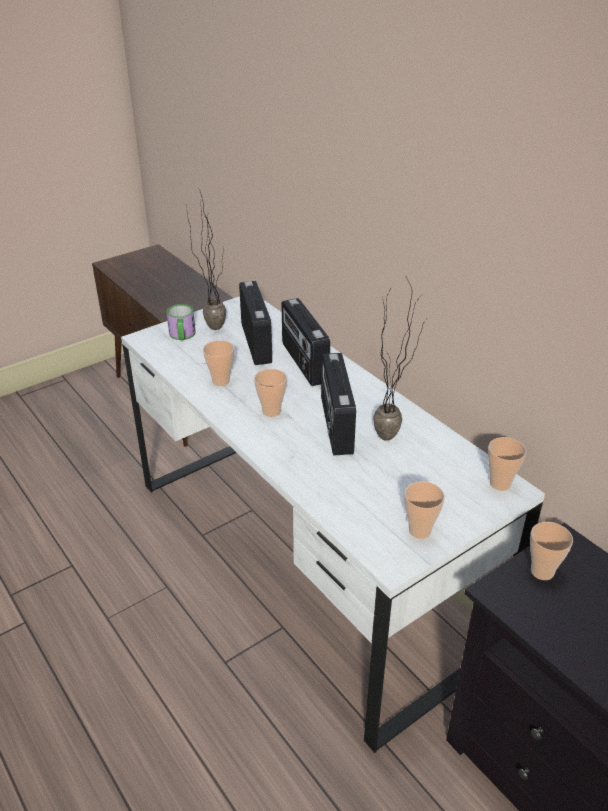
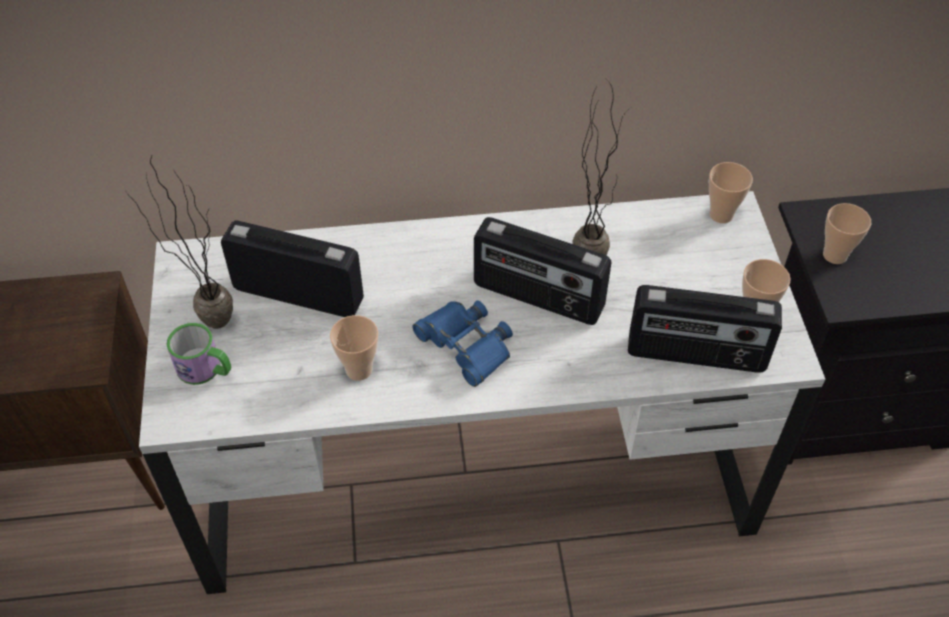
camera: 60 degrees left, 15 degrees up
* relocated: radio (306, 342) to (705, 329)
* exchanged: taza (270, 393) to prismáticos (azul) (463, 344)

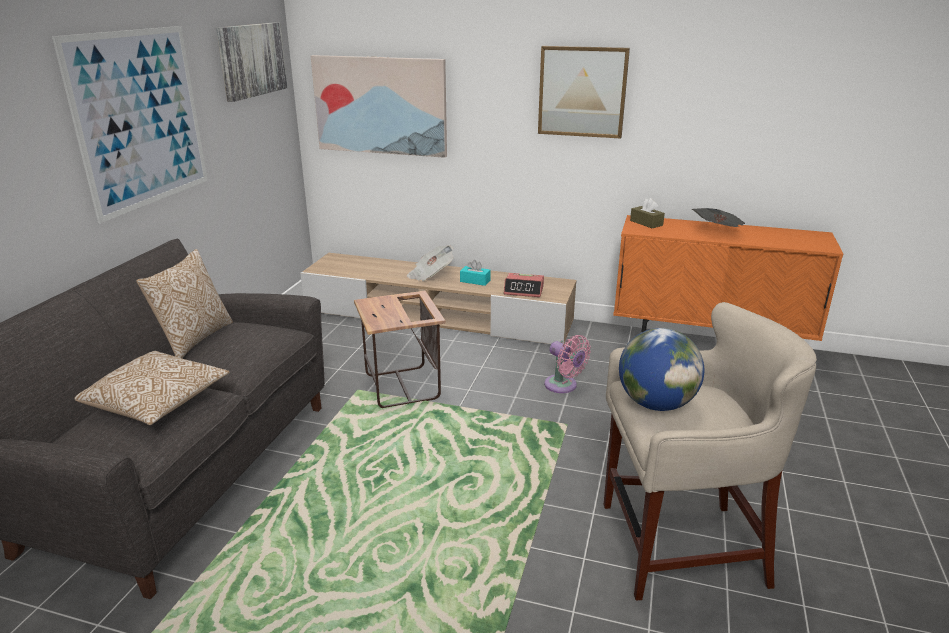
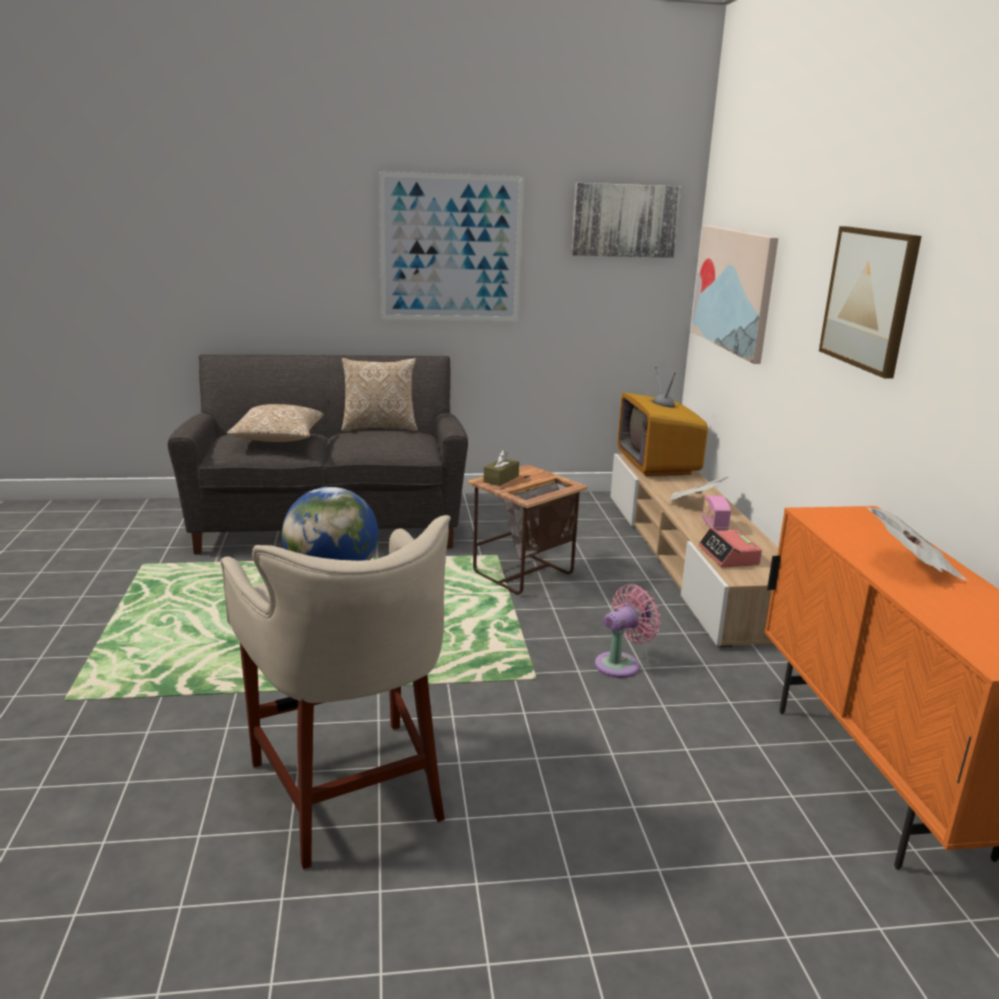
camera: 65 degrees right, 5 degrees down
* relocated: caja de pañuelos (marrón) (647, 213) to (501, 467)
* exchanged: caja de pañuelos (turquesa) (475, 273) to radio (716, 513)
* spun: ventilador (rosa) (567, 364) = (628, 631) 150 degrees counterclockwise
* appeared: televisor (663, 421)

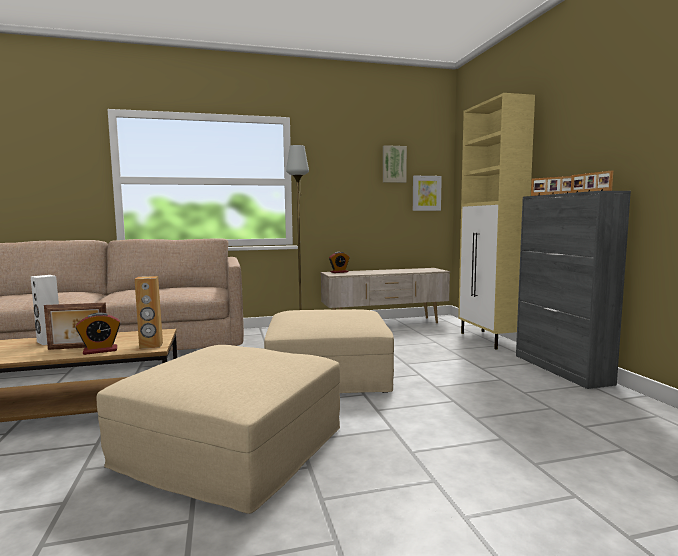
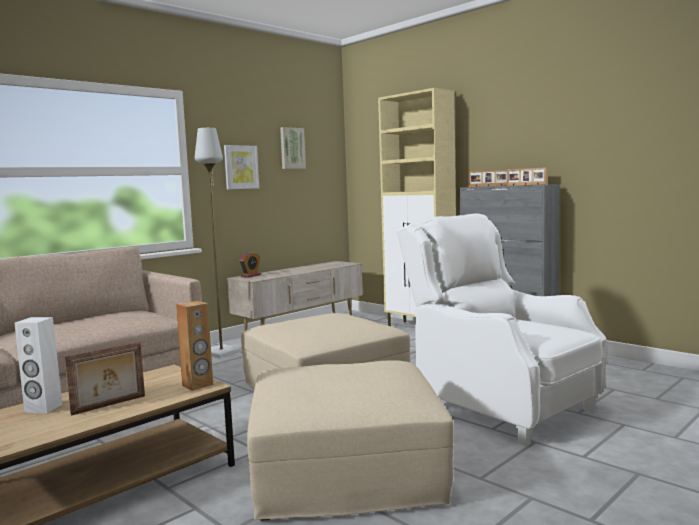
camera: 30 degrees left, 0 degrees up
* relocated: cuadro (427, 193) to (241, 167)
* missing: despertador (98, 334)
* appeared: sillón (blanco) (501, 329)

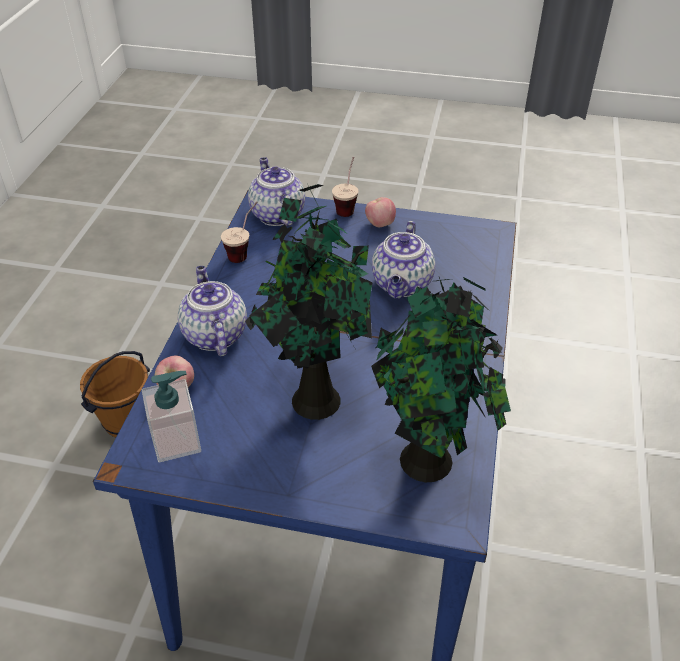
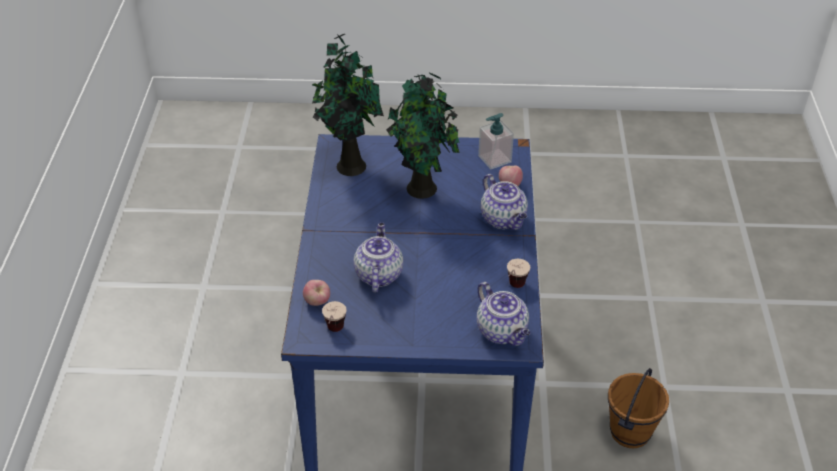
camera: 170 degrees right, 0 degrees up
* relocated: taza (345, 187) to (334, 316)
* relocated: manzana (380, 212) to (316, 293)

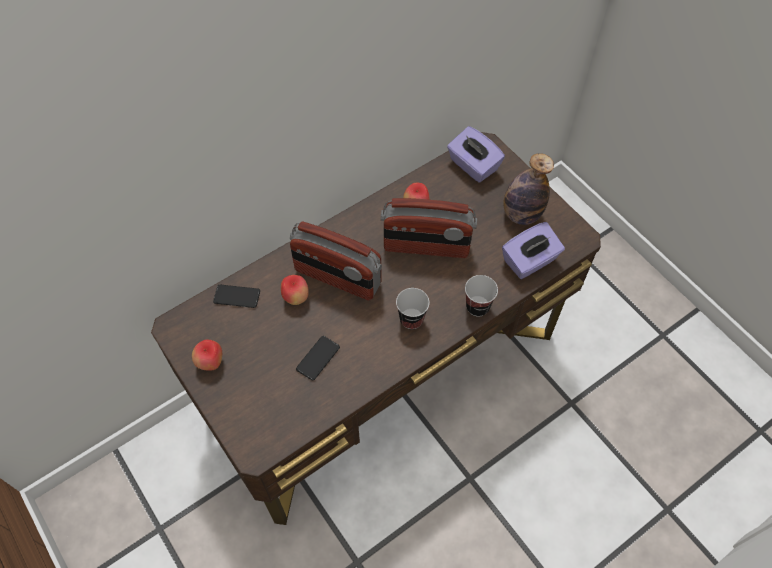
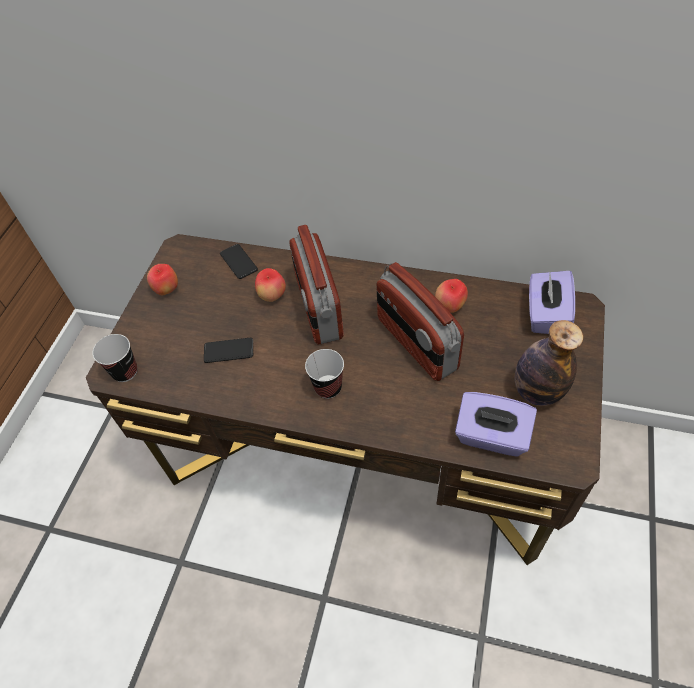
camera: 55 degrees right, 5 degrees down
* relocated: taza (481, 295) to (115, 358)

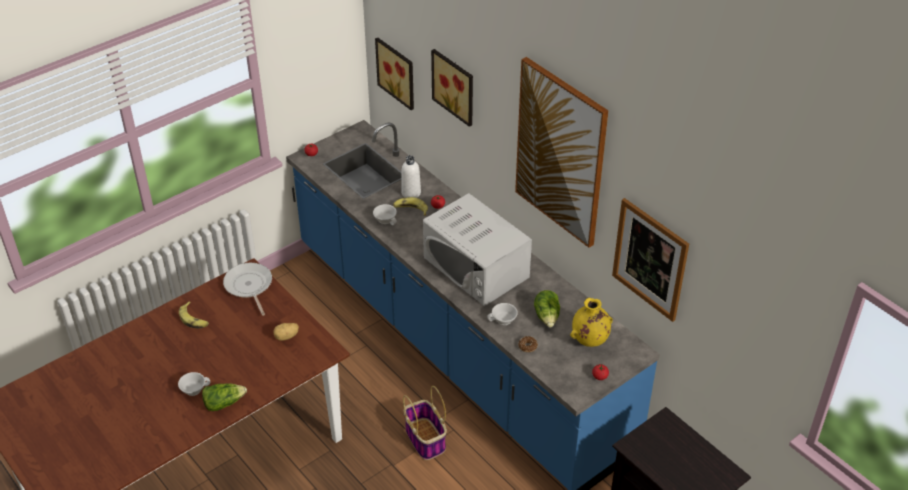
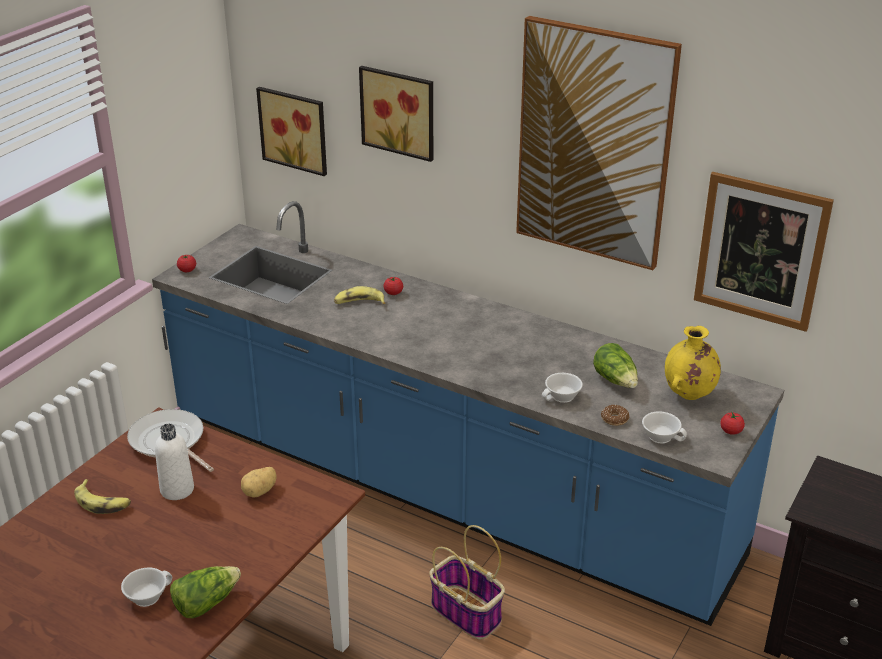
camera: 20 degrees left, 10 degrees down
* relocated: botella (blanco) (411, 176) to (174, 461)
* missing: microondas (blanco) (477, 249)
* relocated: taza (blanco) (385, 214) to (664, 427)

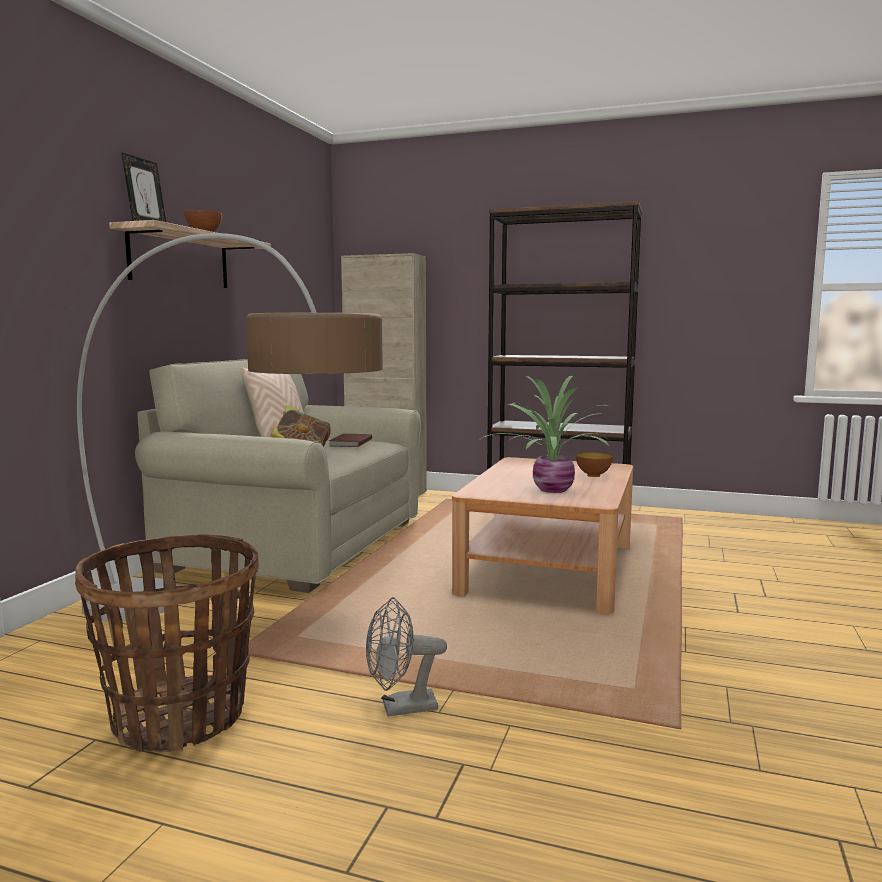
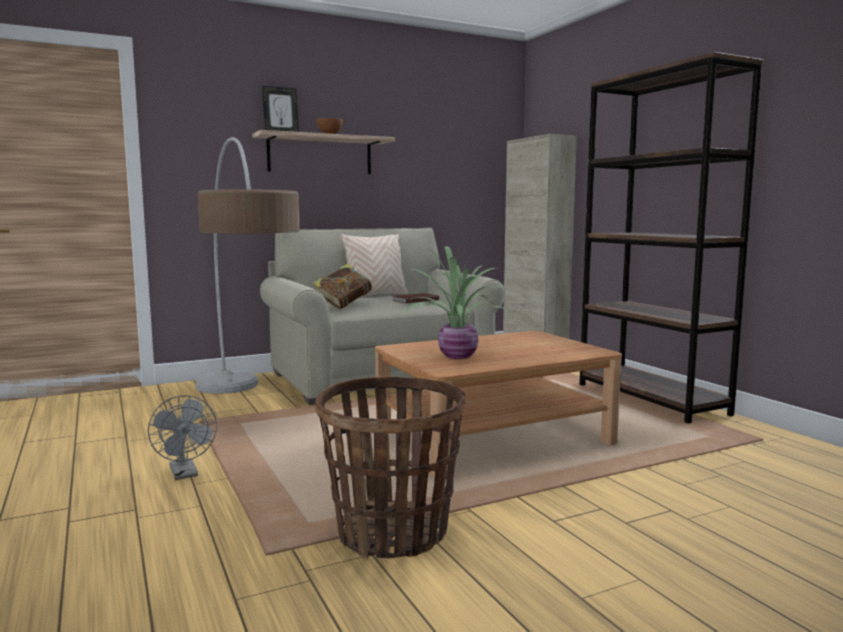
camera: 45 degrees right, 0 degrees up
* missing: cuenco (594, 464)
* relocated: cesta (167, 644) to (390, 467)
* spun: ventilador (gris) (406, 656) = (182, 437) 150 degrees counterclockwise

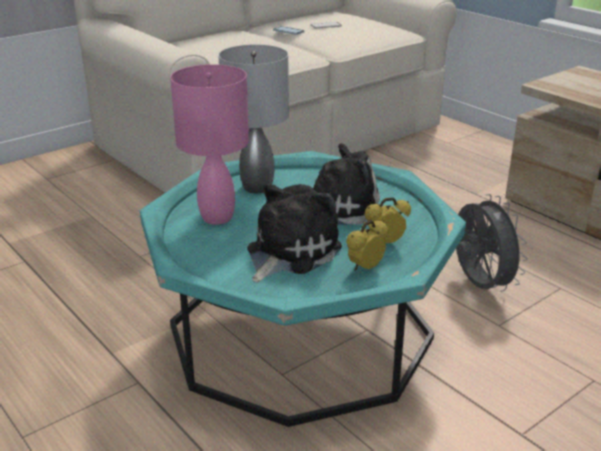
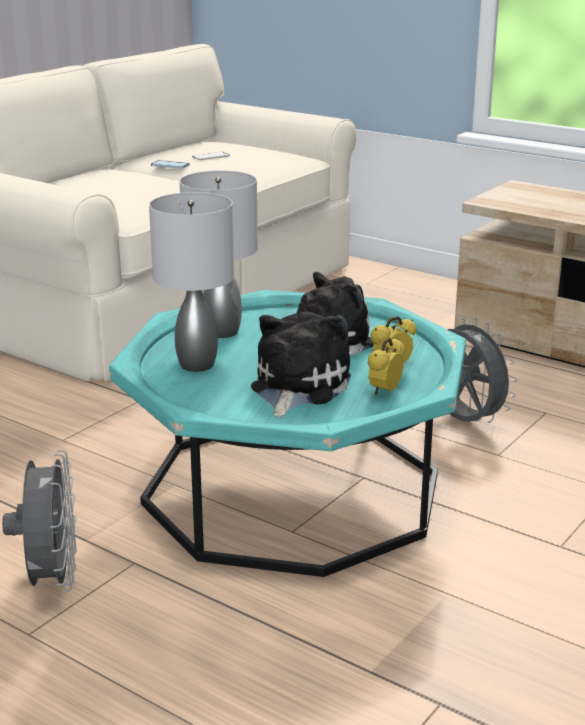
camera: 15 degrees left, 5 degrees down
* colour: lámpara de mesa (rosa) (209, 144) to lámpara de mesa (gris) (191, 282)
* appeared: ventilador (gris) (39, 521)

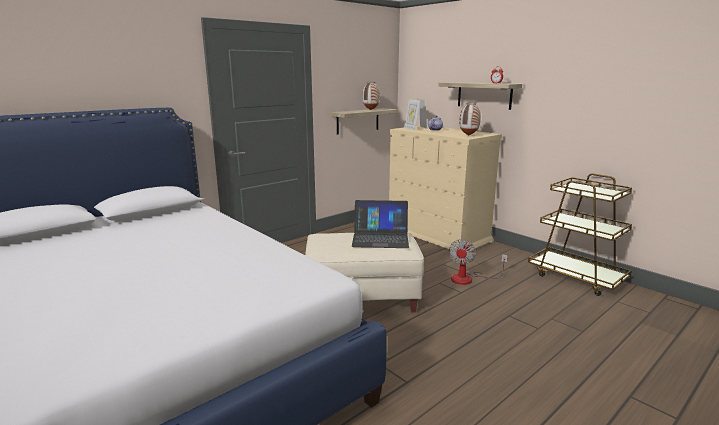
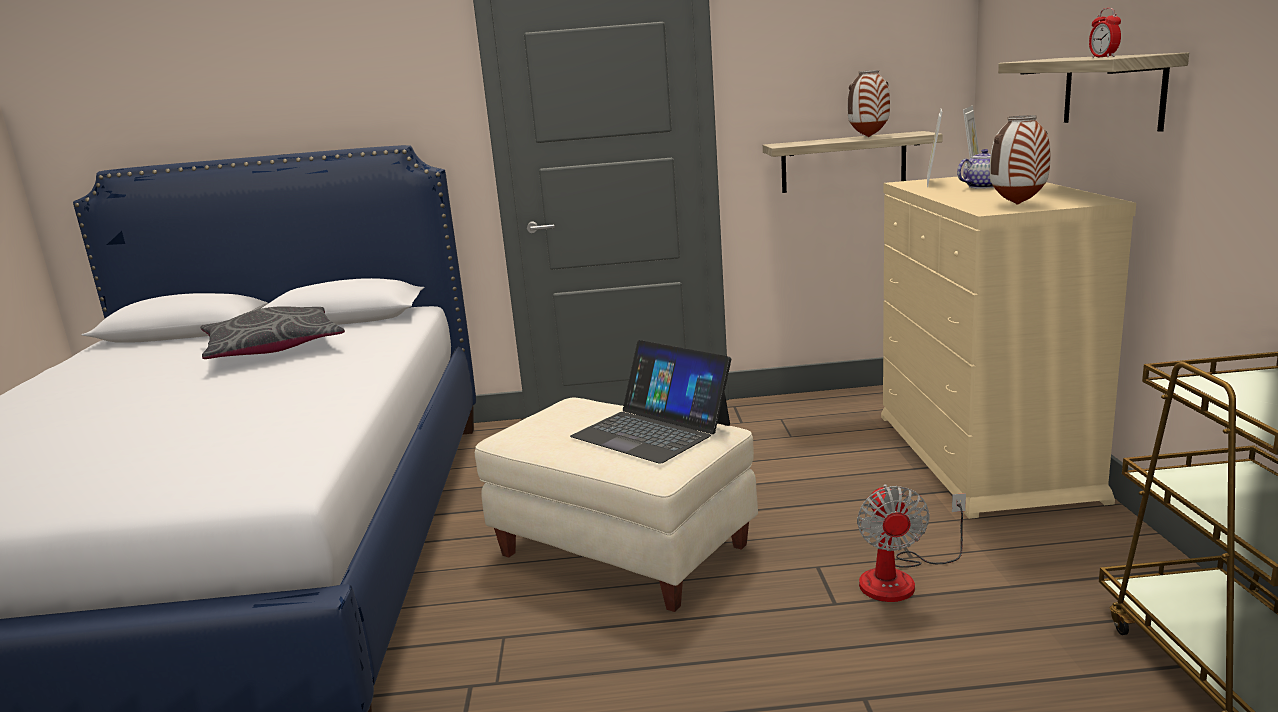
camera: 40 degrees right, 0 degrees up
* spun: ventilador (478, 262) = (911, 543) 60 degrees counterclockwise
* appeared: cojín (gris) (272, 332)

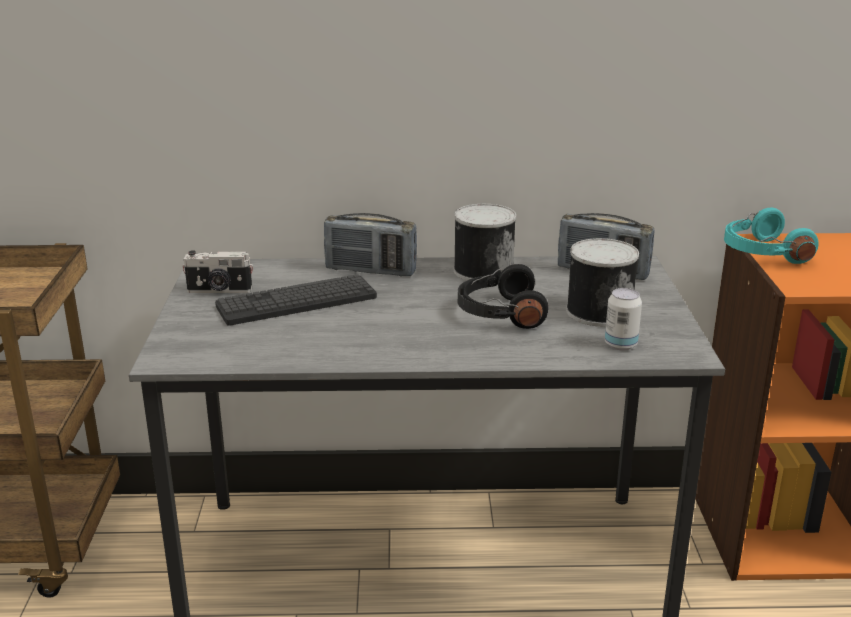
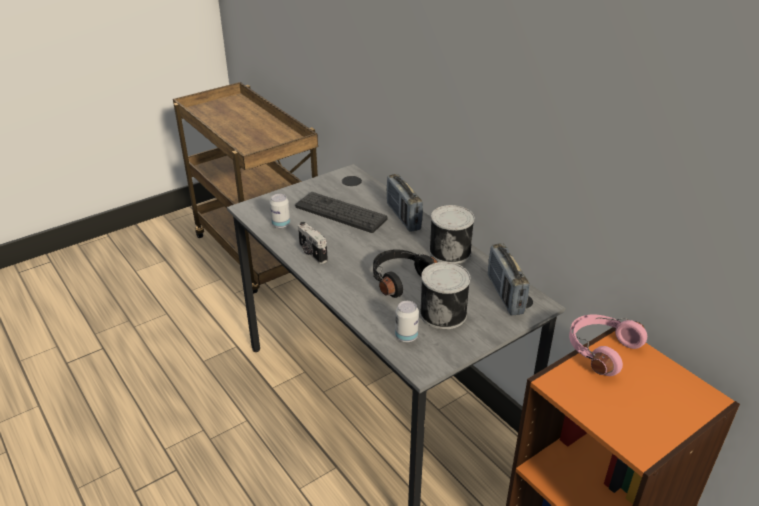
camera: 55 degrees right, 10 degrees up
* colour: auriculares (turquesa) (771, 236) to auriculares (rosa) (608, 345)
* relocated: cámara (217, 271) to (313, 243)
* appeared: lata (280, 211)

